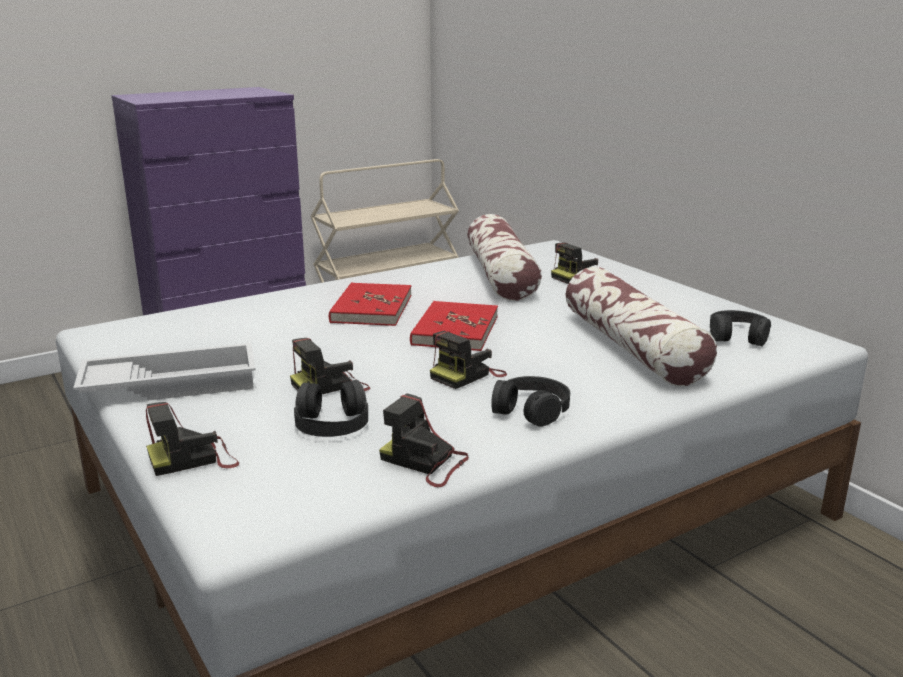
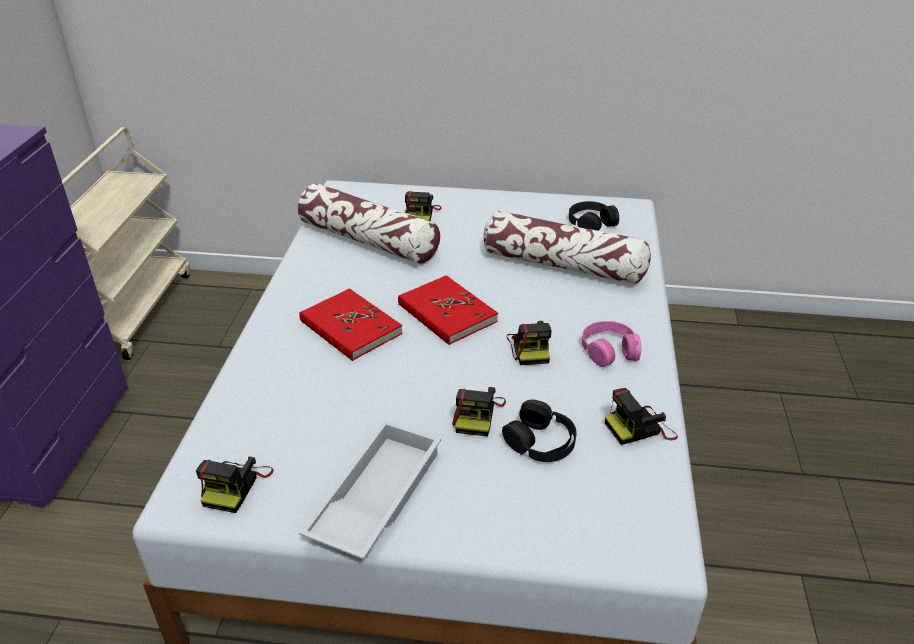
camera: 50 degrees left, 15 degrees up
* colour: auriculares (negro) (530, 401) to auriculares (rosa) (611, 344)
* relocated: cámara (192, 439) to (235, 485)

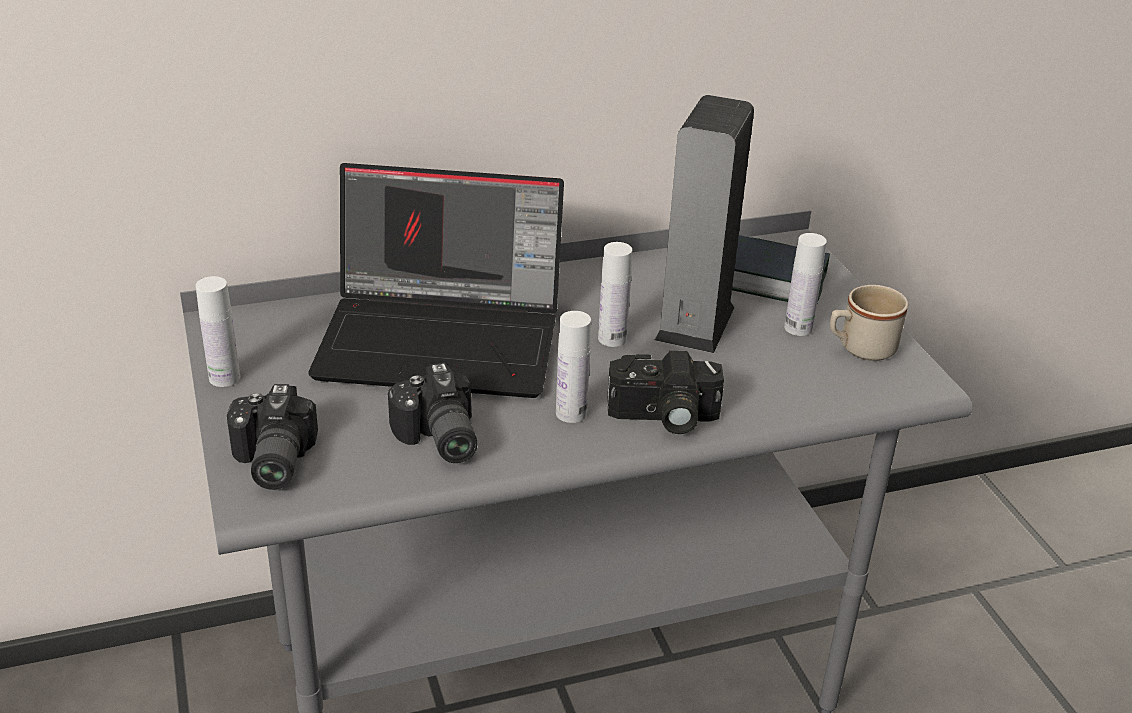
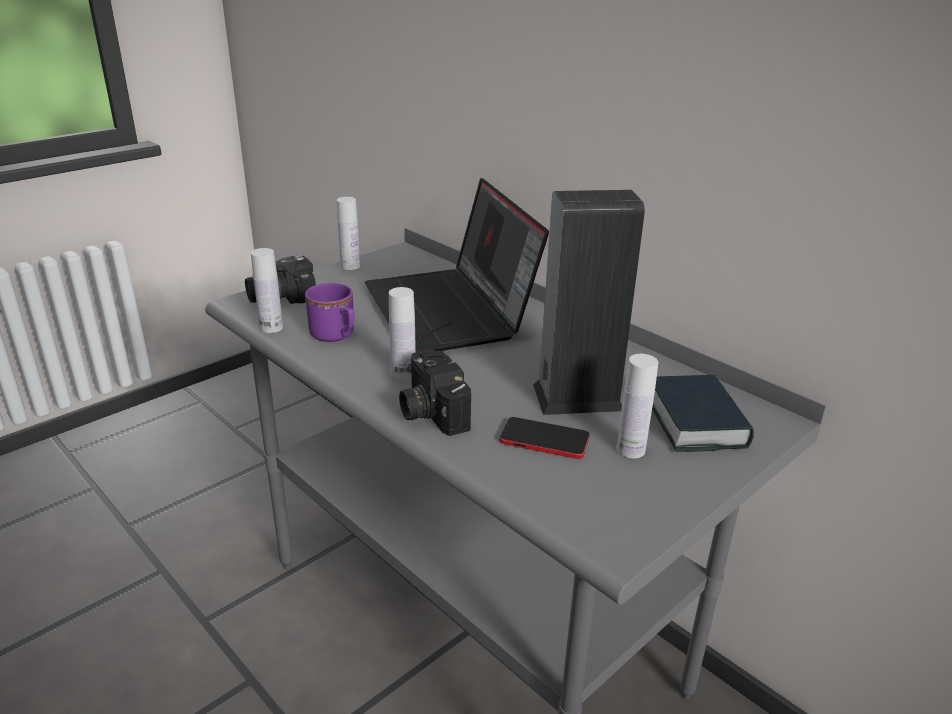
camera: 65 degrees right, 5 degrees down
* relocated: botella (blanco) (615, 294) to (267, 290)
* missing: taza grande (beis) (869, 323)
* exchanged: cámara (432, 413) to taza grande (morado) (329, 312)
* appeared: móvil (544, 438)

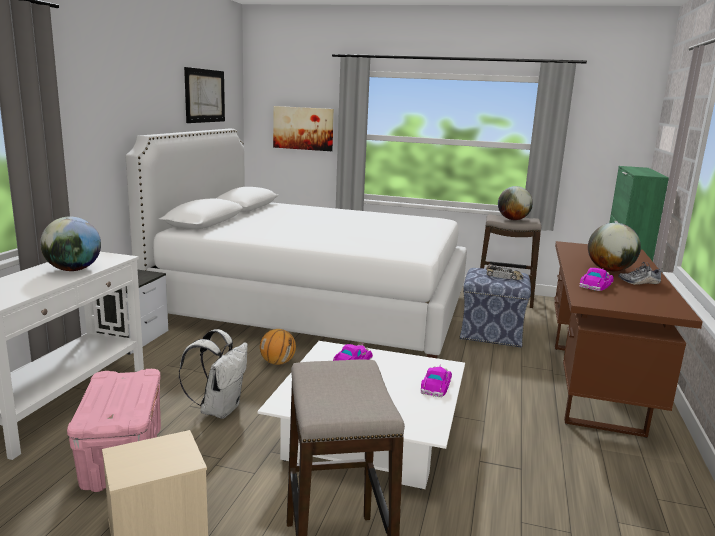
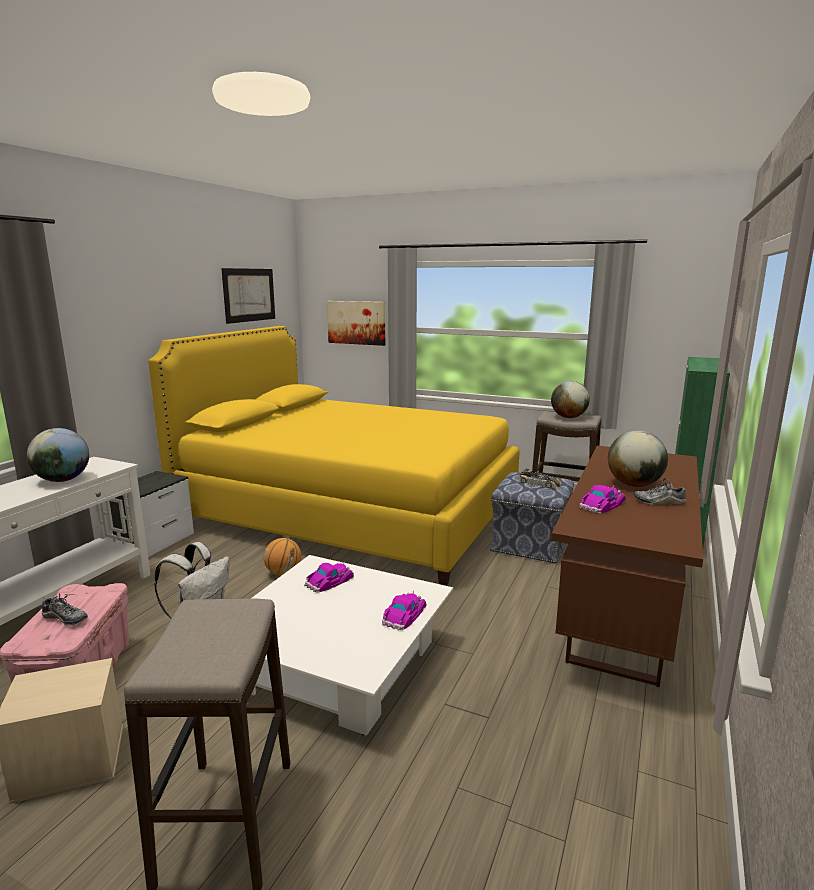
camera: 10 degrees right, 0 degrees up
* colour: cama (blanco) (296, 243) to cama (amarillo) (334, 456)
* appeared: zapato (65, 609)

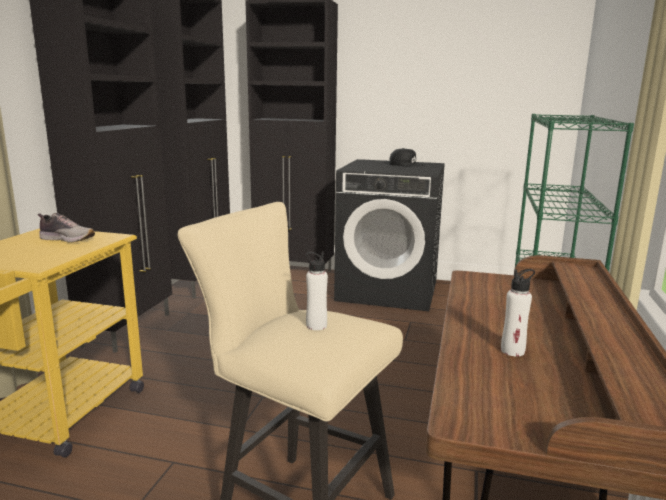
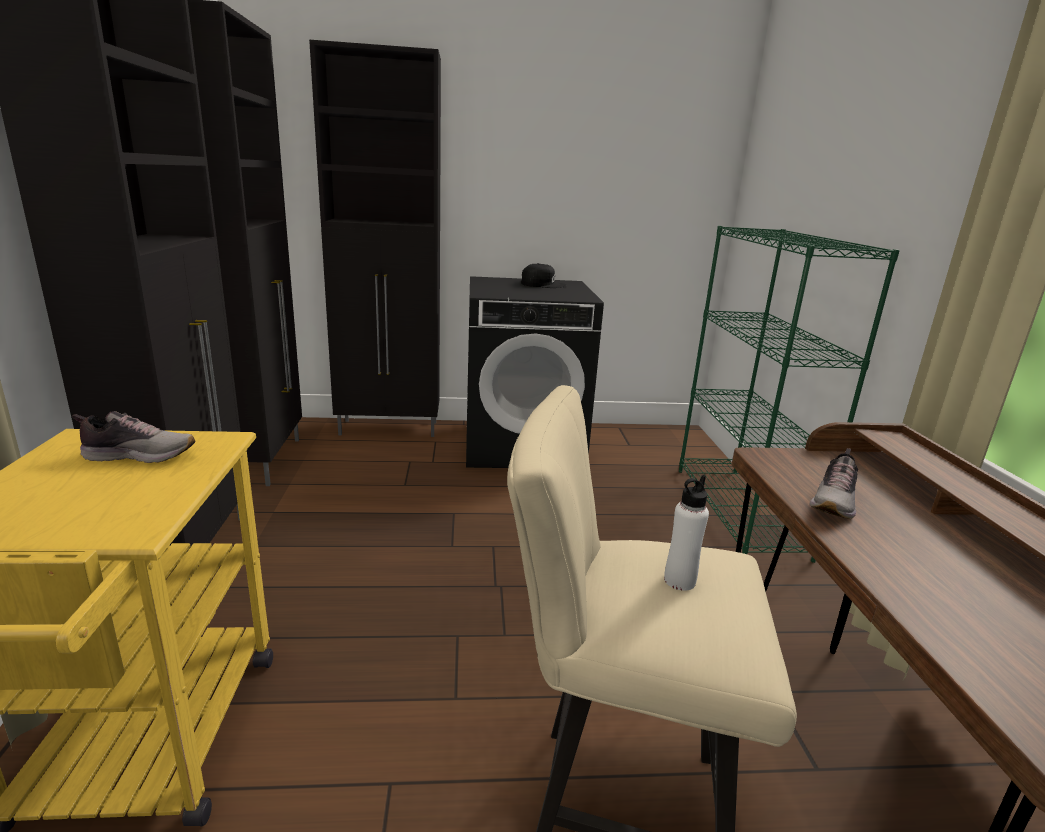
camera: 20 degrees left, 5 degrees up
* missing: botella (blanco) (518, 312)
* appeared: zapato (833, 483)

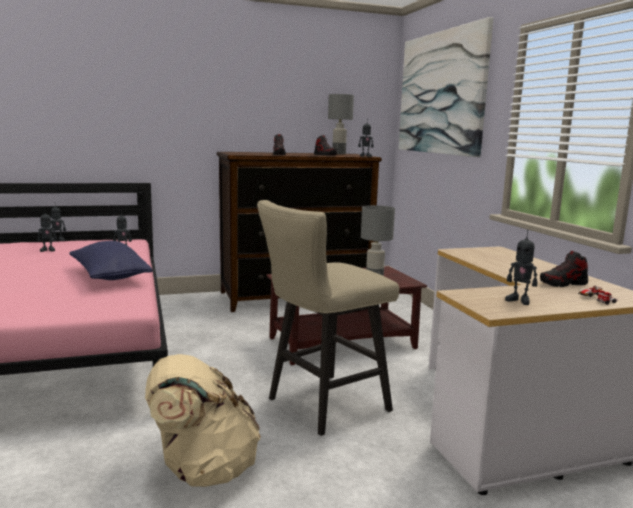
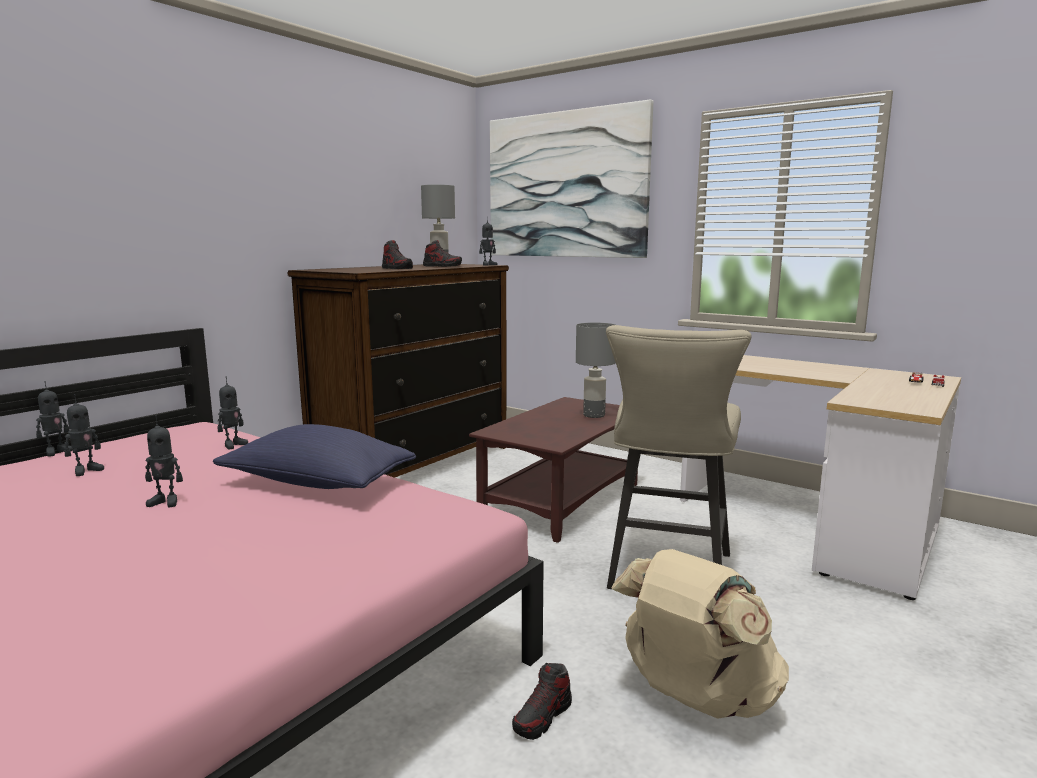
camera: 35 degrees left, 0 degrees up
* relocated: robot de juguete (521, 267) to (164, 461)
* relocated: zapato (564, 269) to (542, 701)

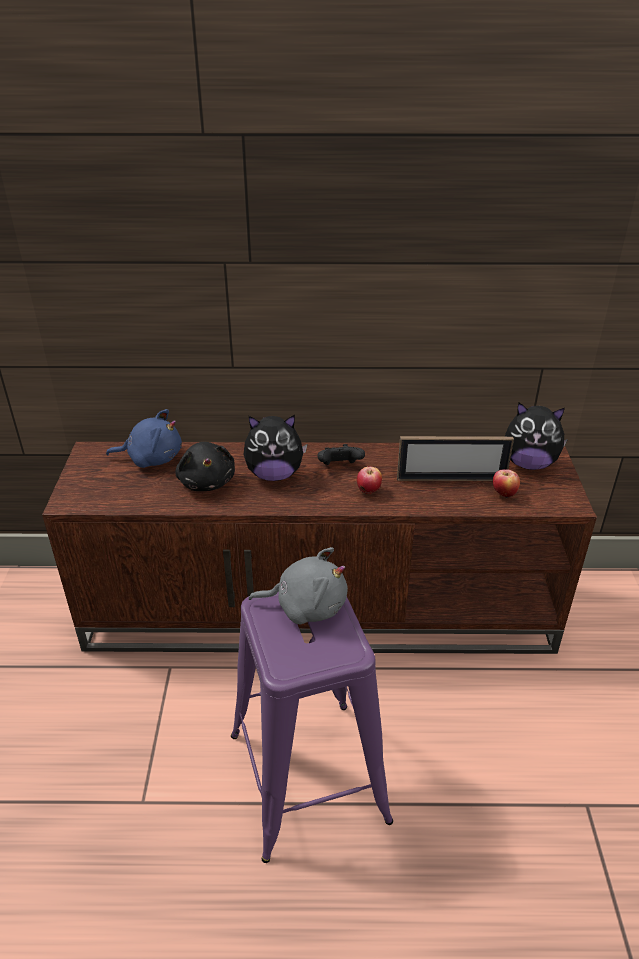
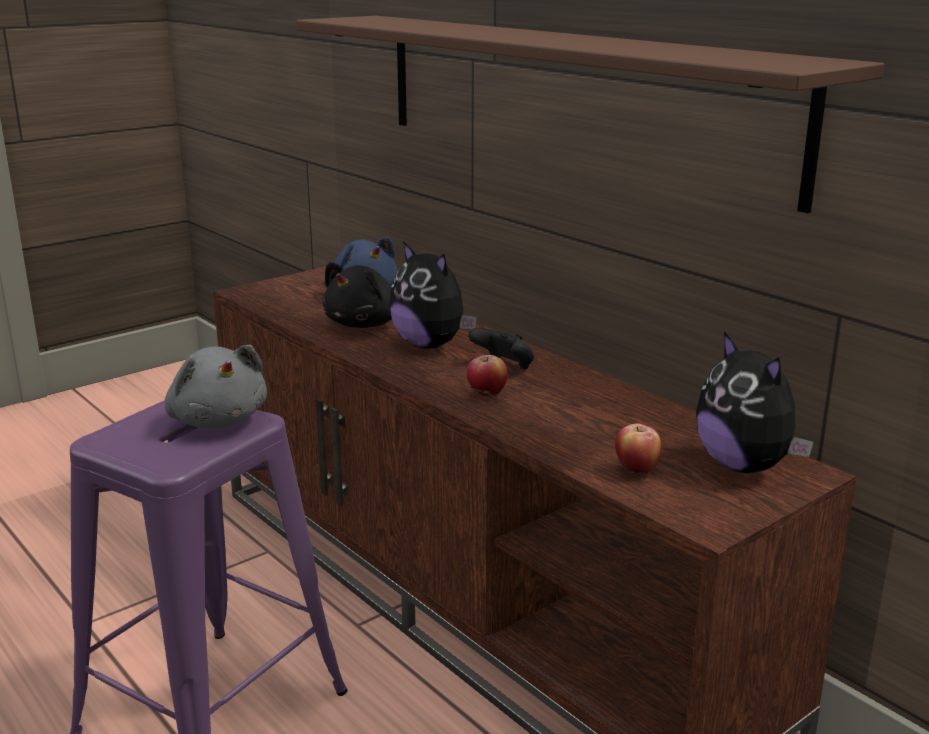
camera: 50 degrees right, 15 degrees down
* missing: portarretratos (455, 458)
* appeared: estante (marrón) (590, 114)

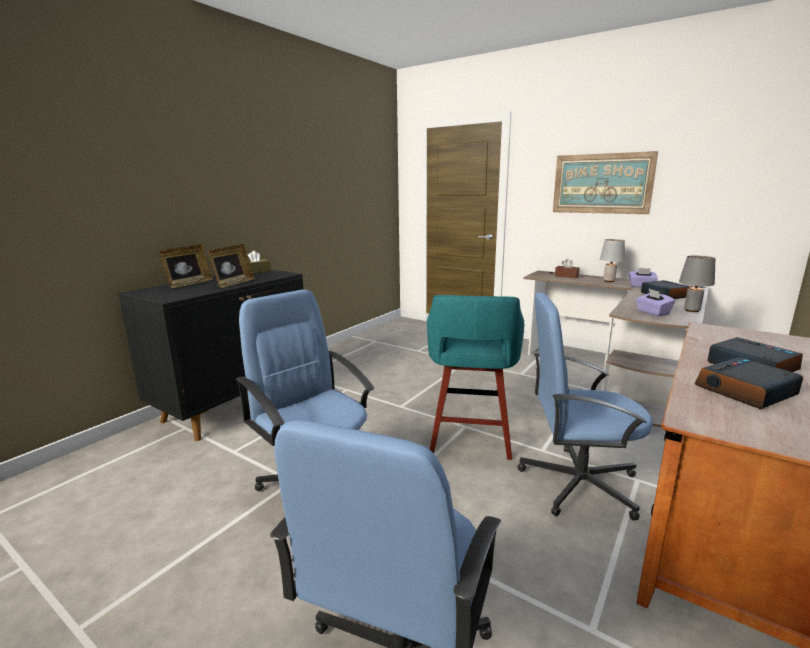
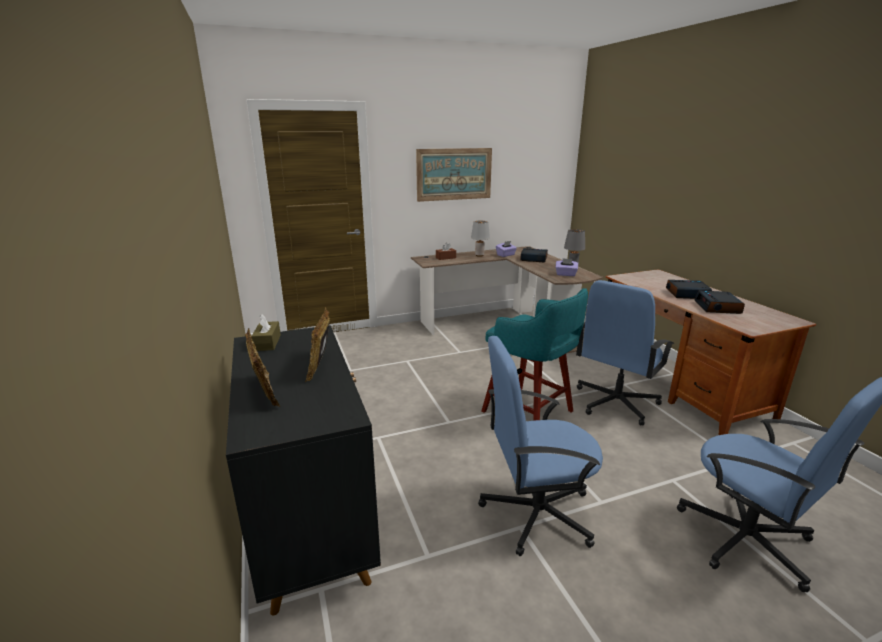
camera: 55 degrees left, 5 degrees up
* spun: portarretratos (231, 266) = (317, 344) 150 degrees counterclockwise

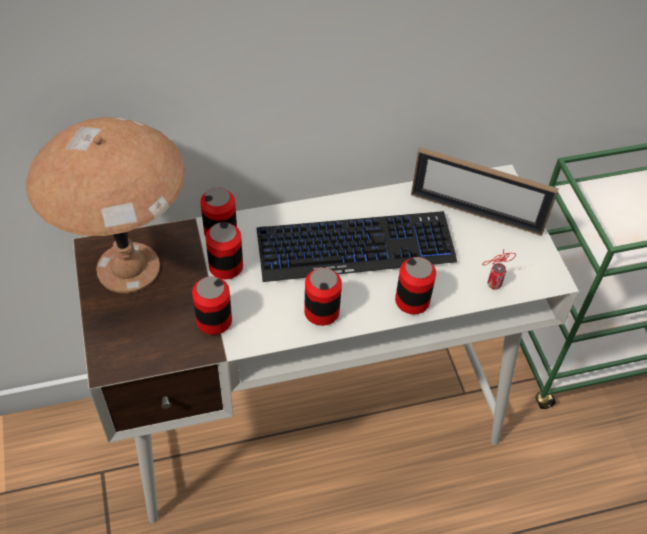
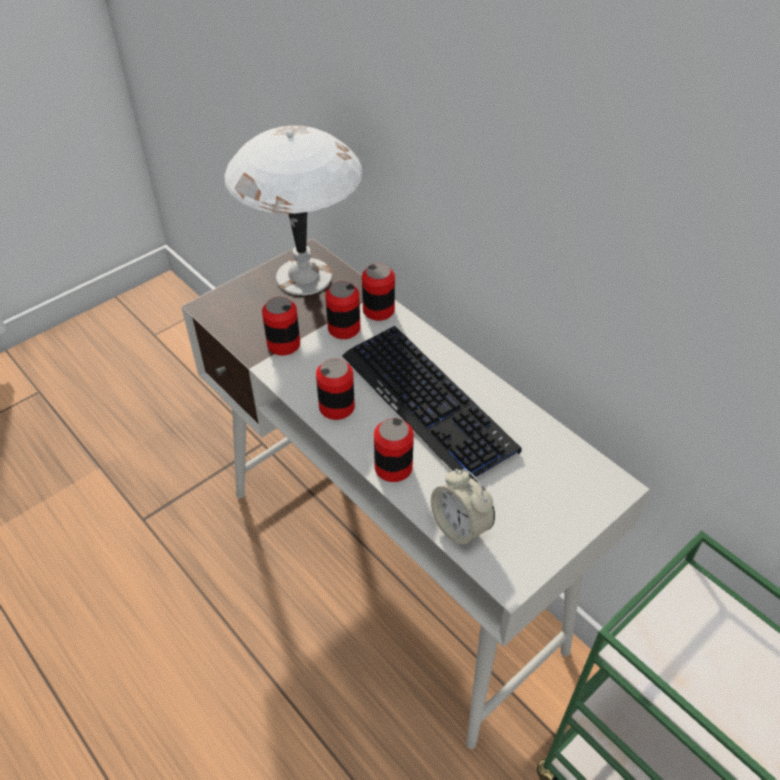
camera: 65 degrees right, 5 degrees down
* colour: lámpara de mesa (marrón) (106, 205) to lámpara de mesa (blanco) (293, 210)
* missing: portarretratos (485, 191)
* exchanged: lata (499, 270) to despertador (463, 508)

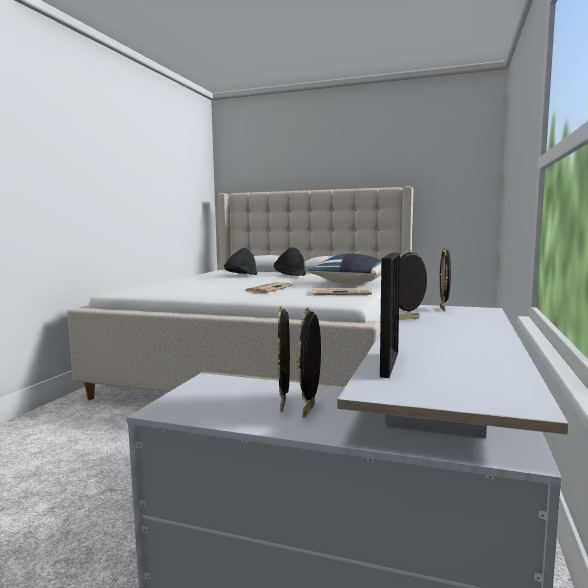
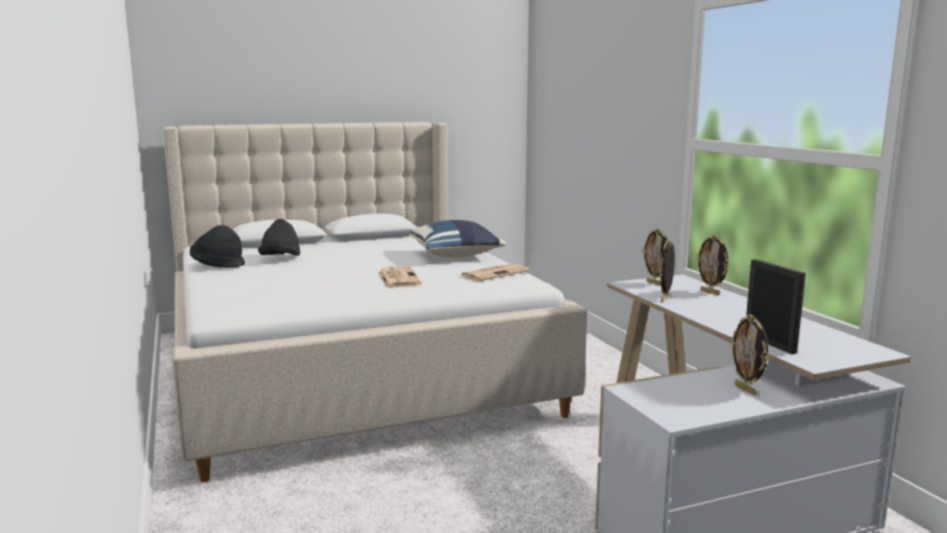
camera: 40 degrees left, 5 degrees up
* relocated: sombrero (negro) (290, 261) to (217, 246)
* relocated: portarretratos (283, 358) to (712, 264)

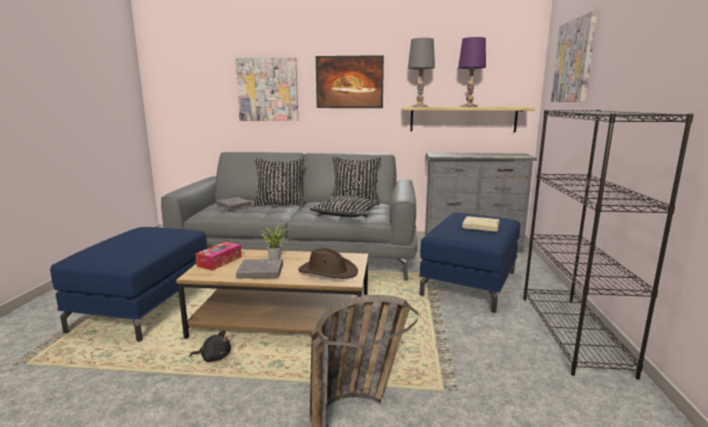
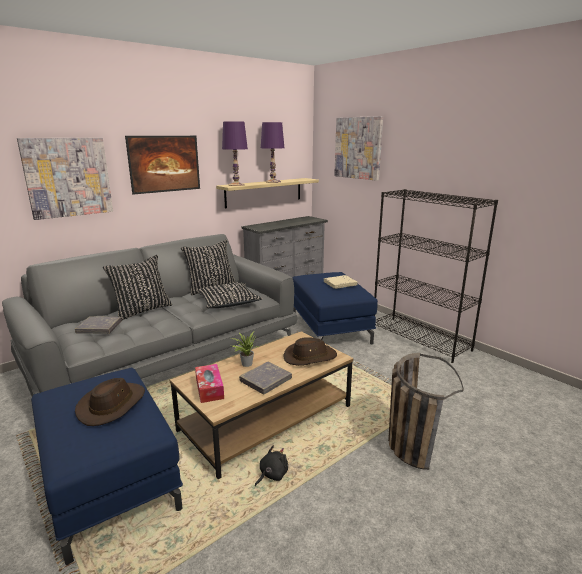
camera: 45 degrees left, 5 degrees up
* colour: lámpara de mesa (gris) (421, 72) to lámpara de mesa (morado) (235, 153)
* appeared: sombrero (marrón) (110, 402)

